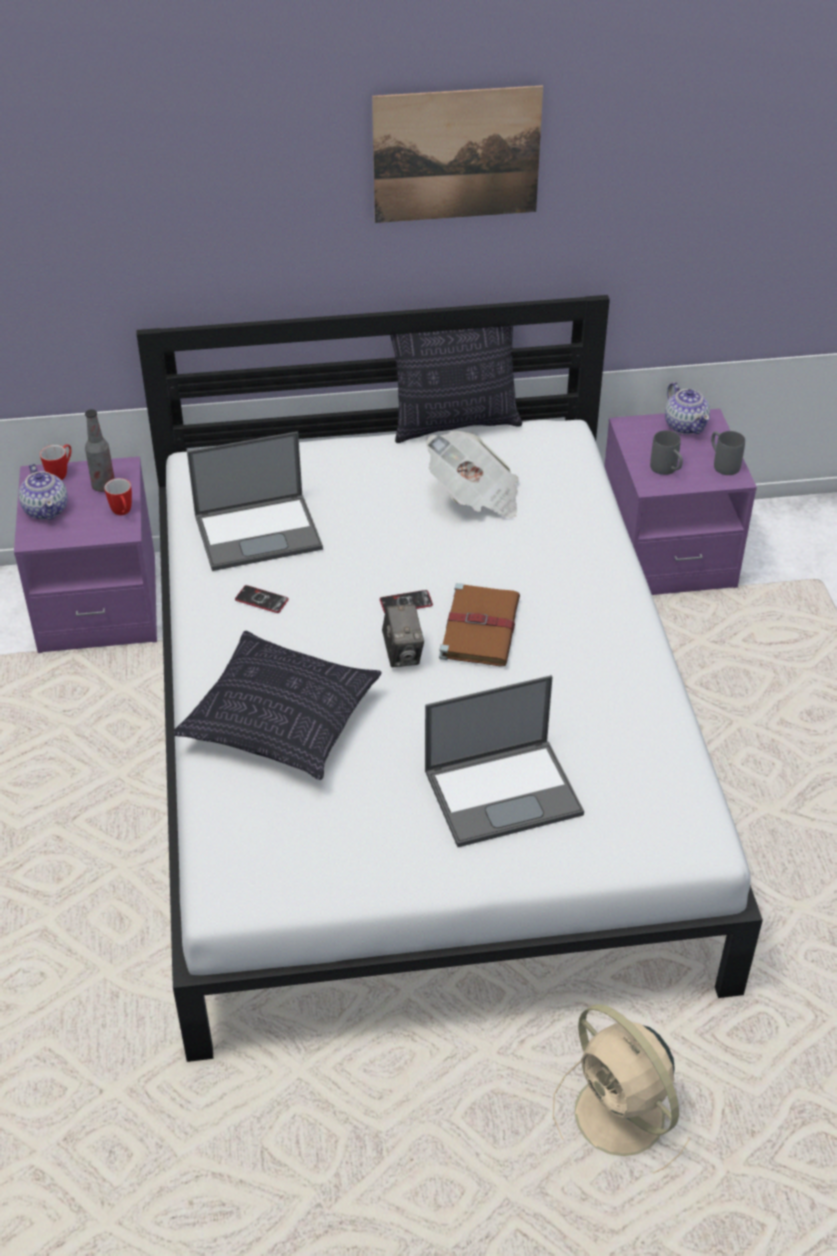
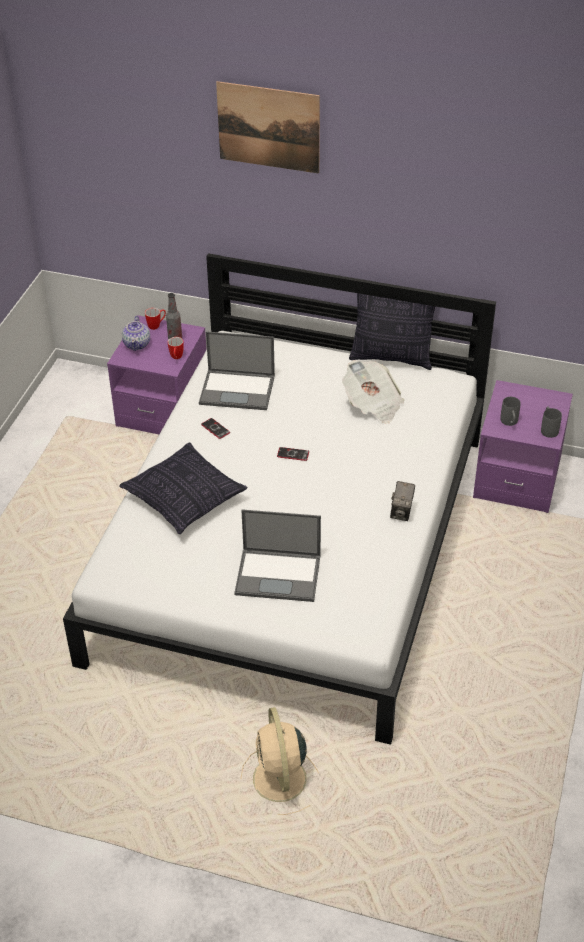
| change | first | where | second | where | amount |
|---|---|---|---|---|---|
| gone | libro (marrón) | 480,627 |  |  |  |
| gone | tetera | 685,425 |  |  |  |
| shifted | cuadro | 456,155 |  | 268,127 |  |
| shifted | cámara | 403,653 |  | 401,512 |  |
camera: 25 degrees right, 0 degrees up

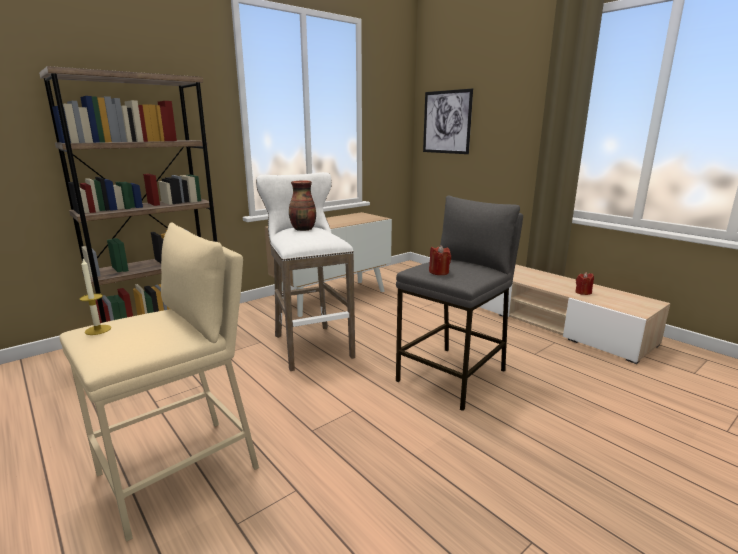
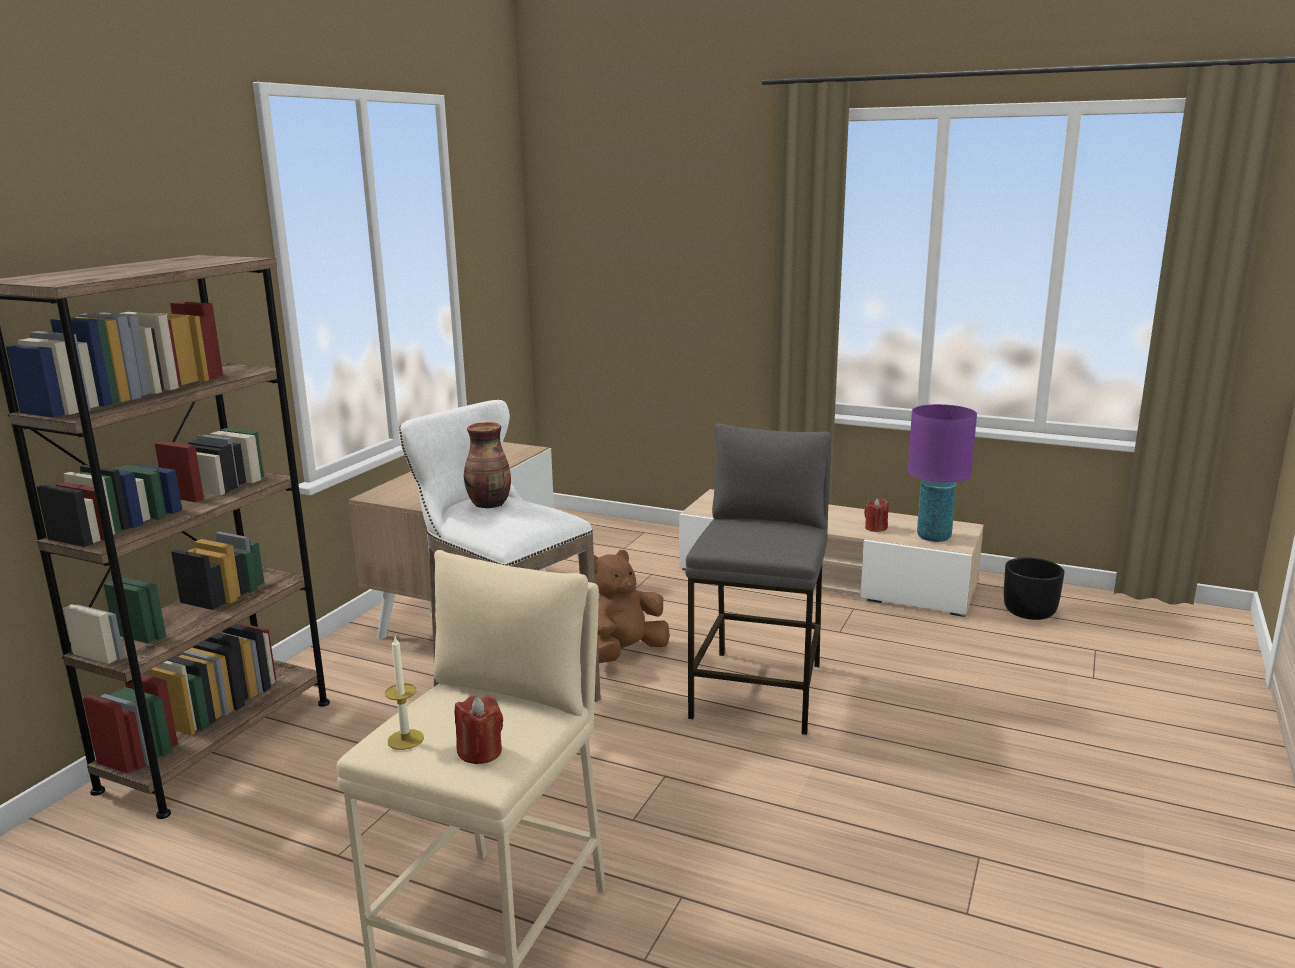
| change | first | where | second | where | amount |
|---|---|---|---|---|---|
| gone | cuadro | 446,122 |  |  |  |
| new |  |  | peluche (marrón) | 625,653 |  |
| new |  |  | lámpara de mesa (morado) | 934,537 |  |
| new |  |  | maceta (negro) | 1030,612 |  |
| shifted | vela (rojo) | 439,272 |  | 480,752 |  |
camera: 25 degrees left, 0 degrees up

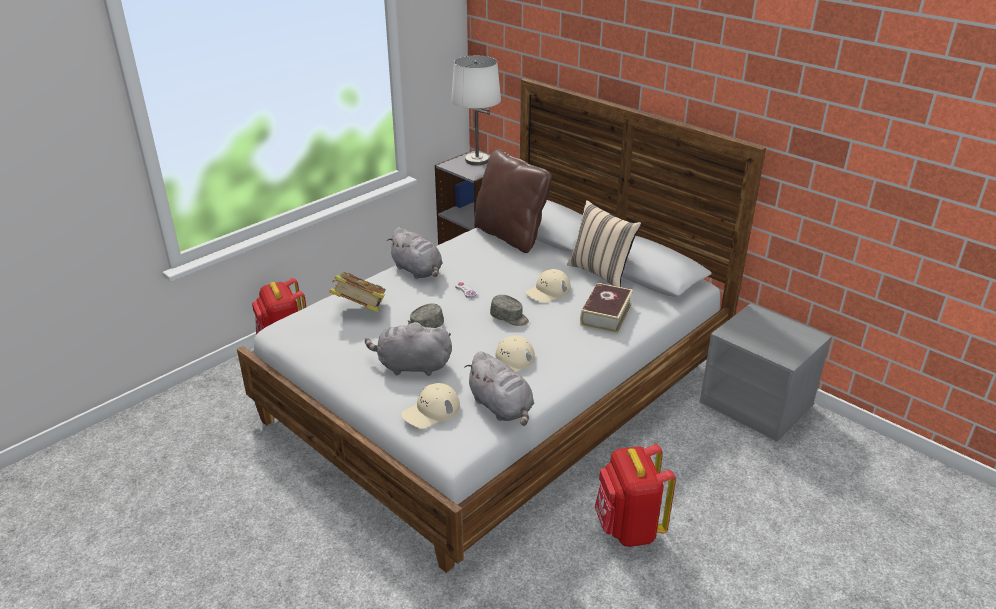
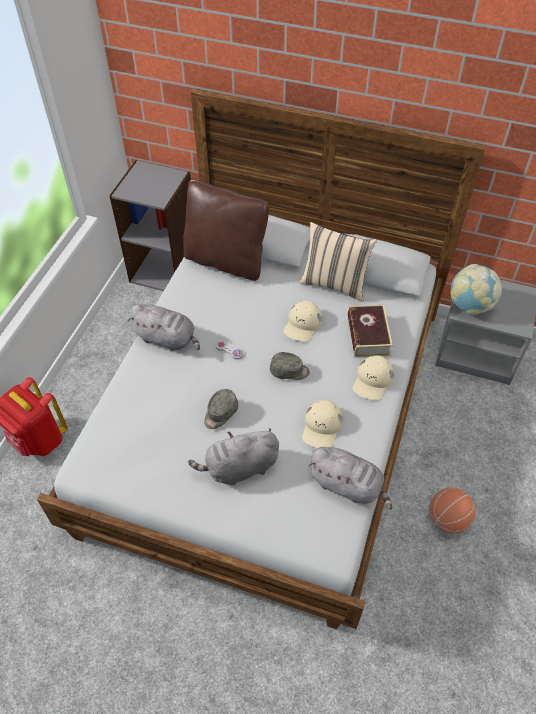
| change | first | where | second | where | amount |
|---|---|---|---|---|---|
| gone | libro | 360,309 |  |  |  |
| gone | lámpara de mesa (blanco) | 476,160 |  |  |  |
| new |  |  | globo terráqueo | 469,305 |  |
| shifted | gorra (beis) | 431,411 |  | 372,380 |  |
| swapped | mochila (rojo) | 628,528 | balón de baloncesto | 447,519 |  |
camera: 25 degrees left, 20 degrees up

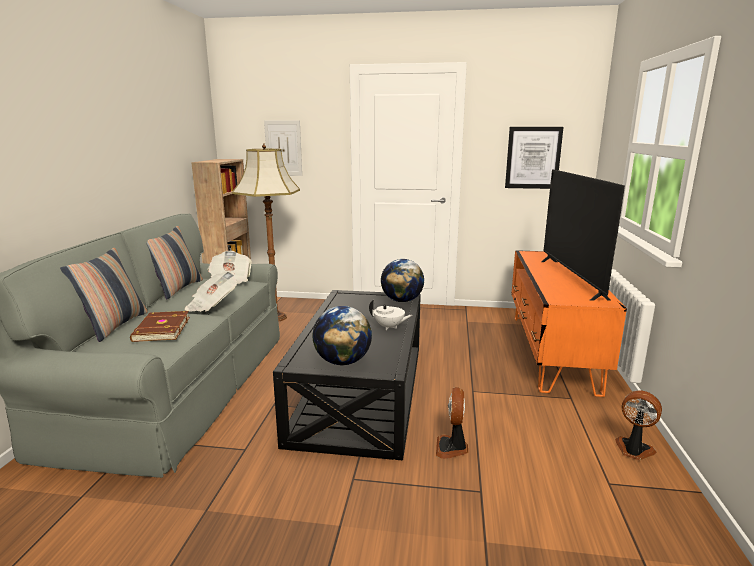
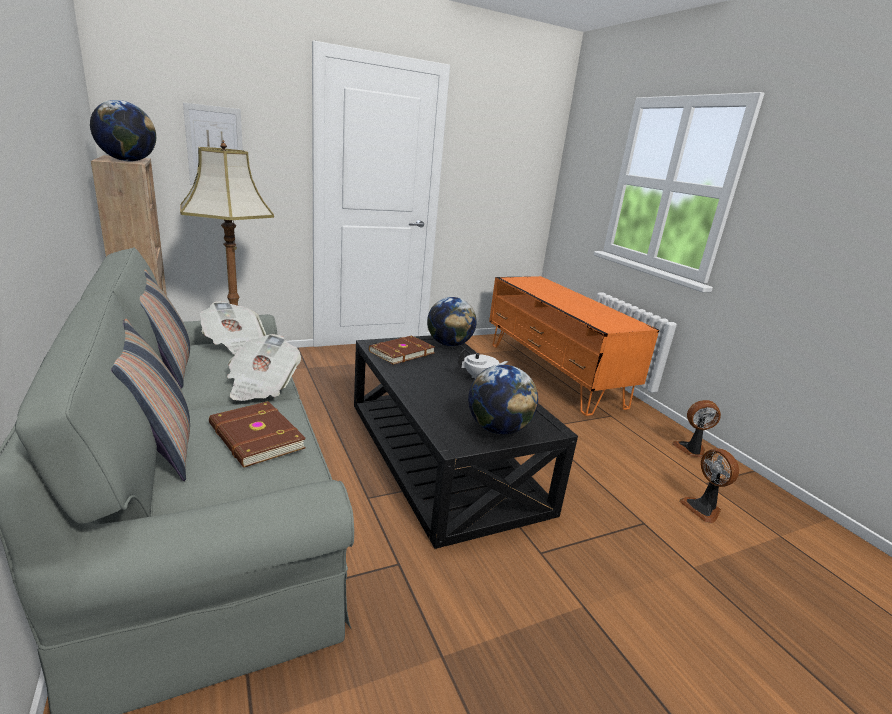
| change | first | where | second | where | amount |
|---|---|---|---|---|---|
| gone | cuadro | 533,158 |  |  |  |
| gone | televisor | 571,278 |  |  |  |
| new |  |  | globo terráqueo | 128,161 |  |
| new |  |  | libro (marrón) | 401,352 |  |
| shifted | ventilador | 452,448 |  | 703,509 |  |
camera: 35 degrees left, 5 degrees up

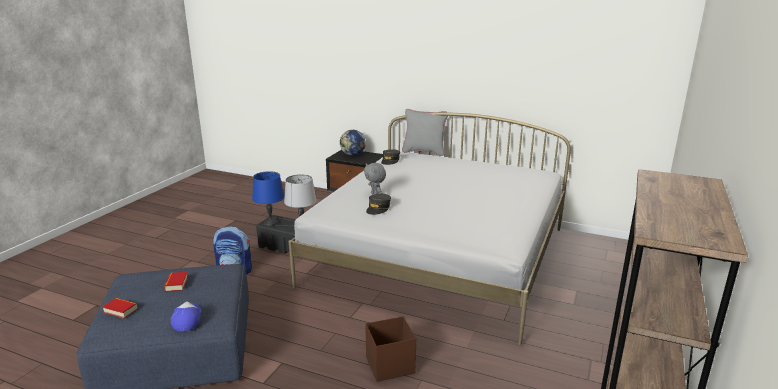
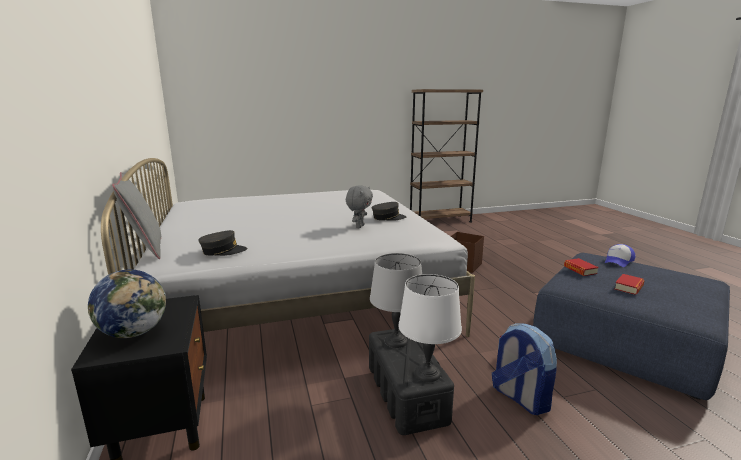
| change | first | where | second | where | amount |
|---|---|---|---|---|---|
| shifted | libro | 121,310 |  | 580,270 |  |
| repainted | lámpara de mesa (azul) | 270,223 | lámpara de mesa (blanco) | 427,373 |  |
camera: 130 degrees left, 5 degrees down

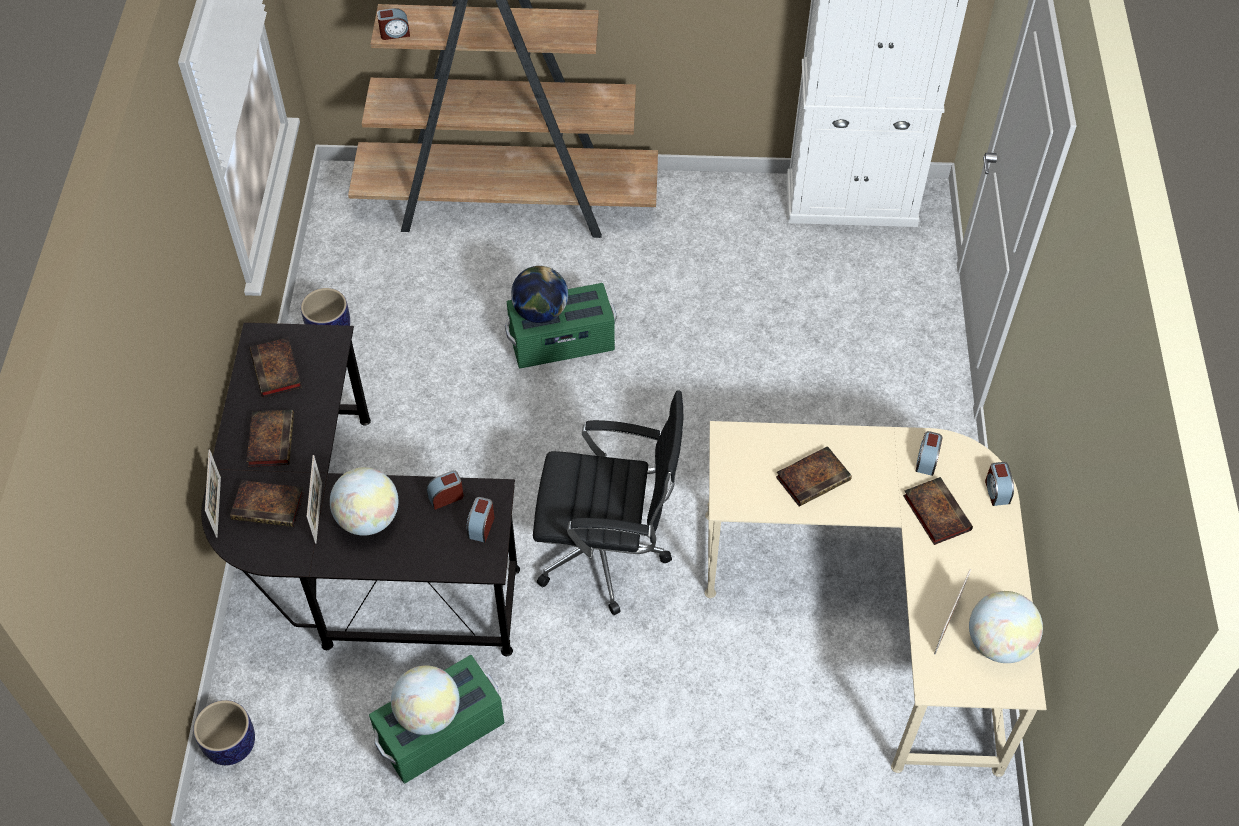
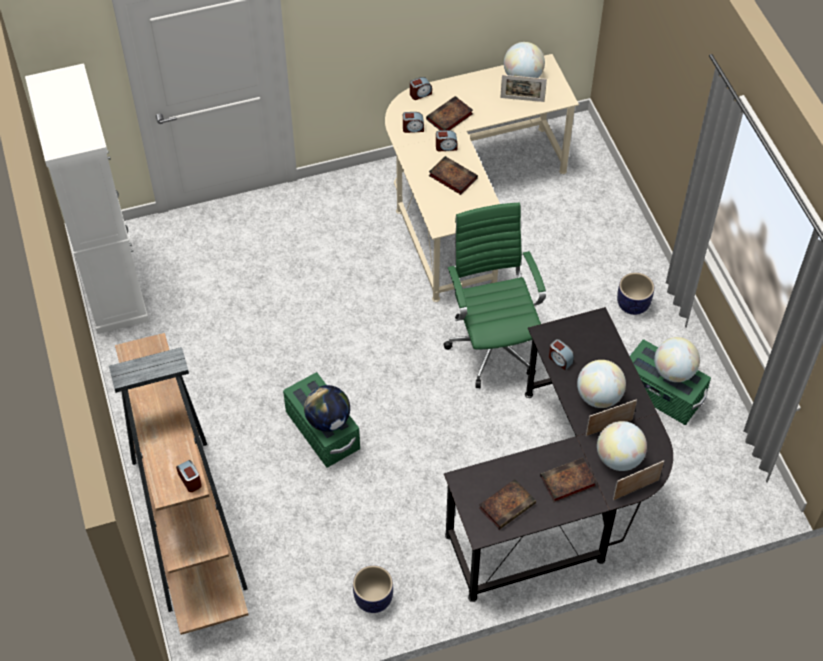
| change | first | where | second | where | amount |
|---|---|---|---|---|---|
| shifted | maceta | 230,745 |  | 633,305 |  |
| shifted | despertador | 481,526 |  | 446,146 |  |
| swapped | libro | 270,506 | globo terráqueo | 619,458 |  |
| repainted | silla de oficina (negro) | 608,555 | silla de oficina (verde) | 492,345 |  |
camera: 110 degrees left, 0 degrees up

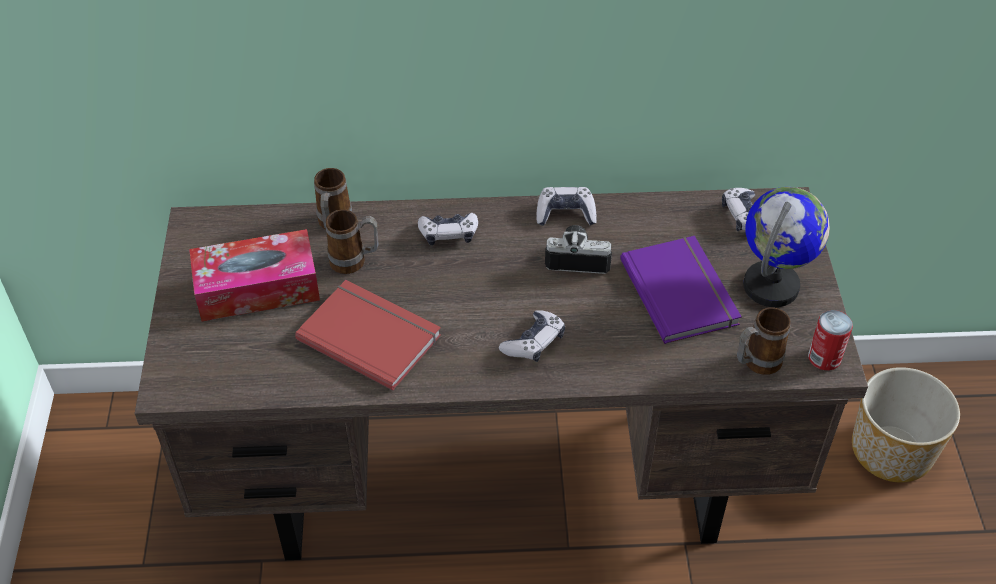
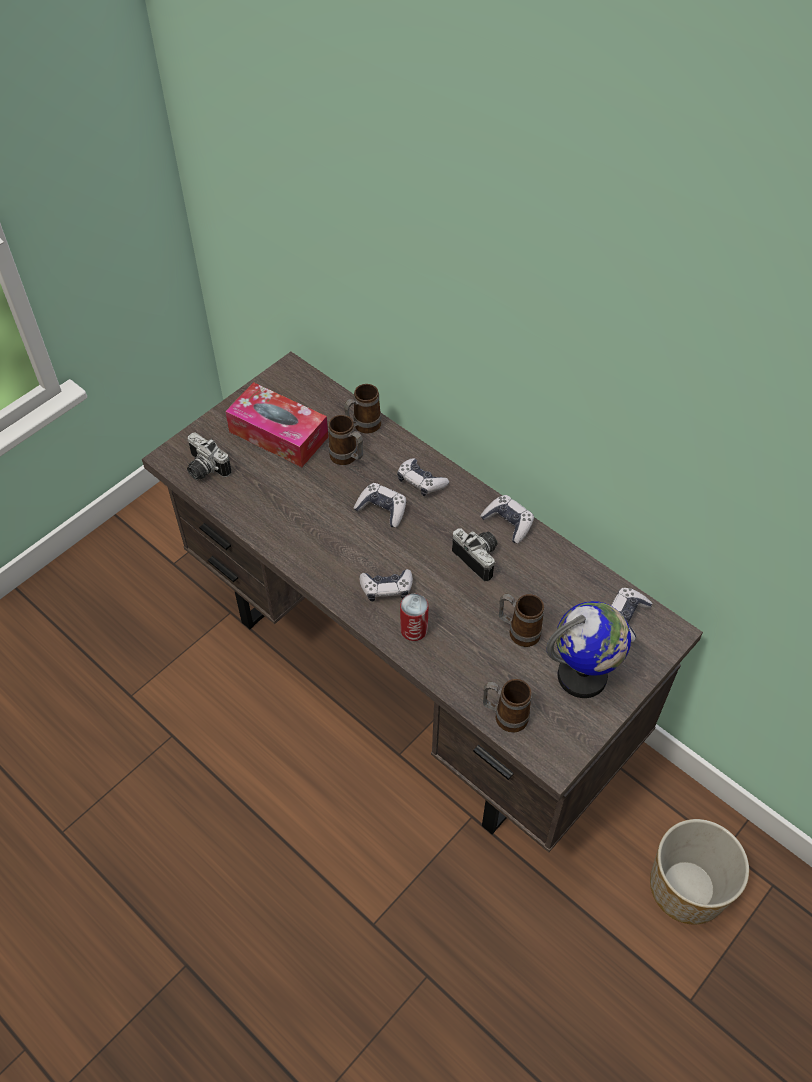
| change | first | where | second | where | amount |
|---|---|---|---|---|---|
| gone | libro (rojo) | 370,335 |  |  |  |
| new |  |  | cámara | 204,469 |  |
| new |  |  | mando de consola | 382,509 |  |
| shifted | lata | 824,358 |  | 414,629 |  |
| swapped | libro (morado) | 682,291 | taza grande | 518,631 |  |
camera: 45 degrees right, 5 degrees up

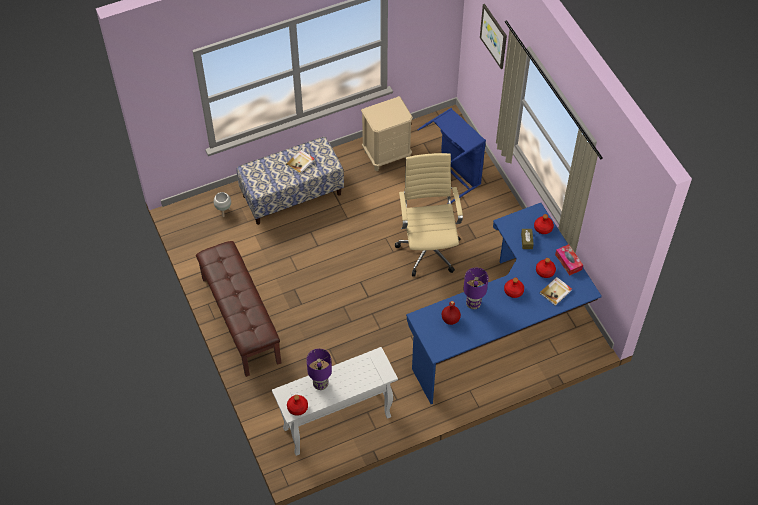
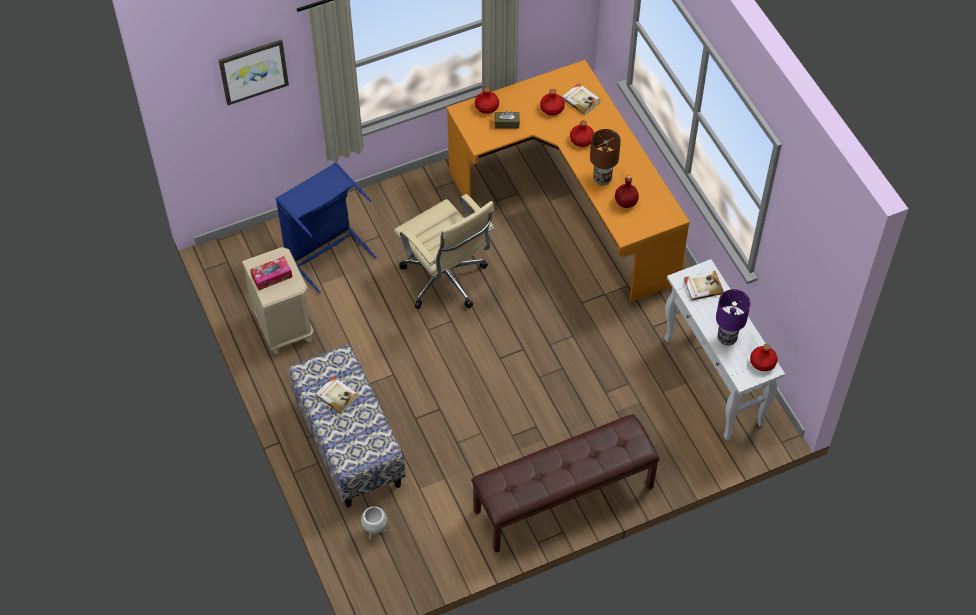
| change | first | where | second | where | amount |
|---|---|---|---|---|---|
| new |  |  | libro | 703,286 |  |
| shifted | caja de pañuelos | 568,262 |  | 272,276 |  |
| repainted | escritorio (azul) | 503,330 | escritorio (naranja) | 571,207 |  |
| repainted | lámpara de mesa (morado) | 473,304 | lámpara de mesa (marrón) | 602,179 |  |
| rotated | silla de oficina (beis) | 428,248 |  | 446,281 | 120 degrees counterclockwise |
camera: 90 degrees left, 0 degrees up

